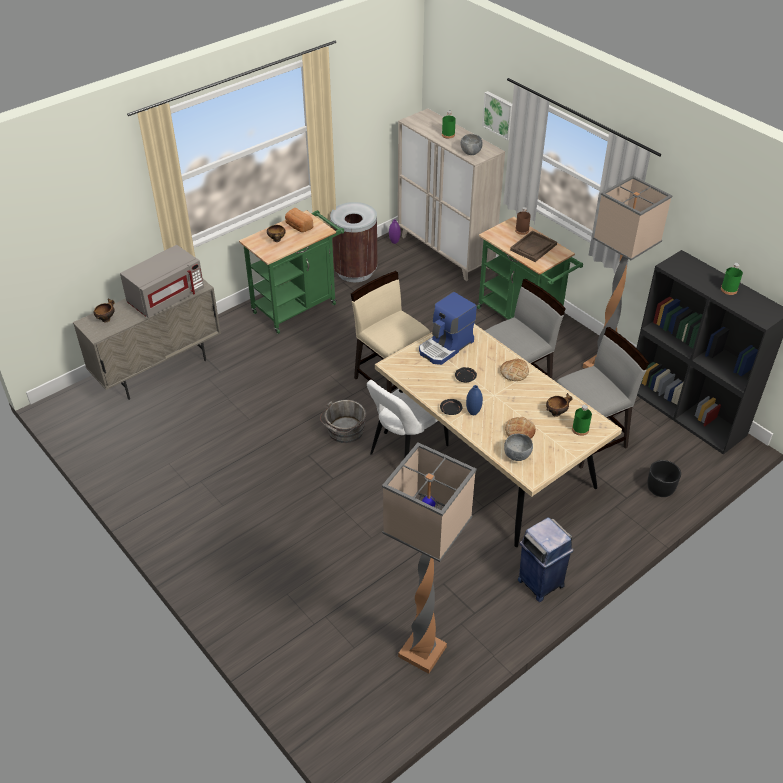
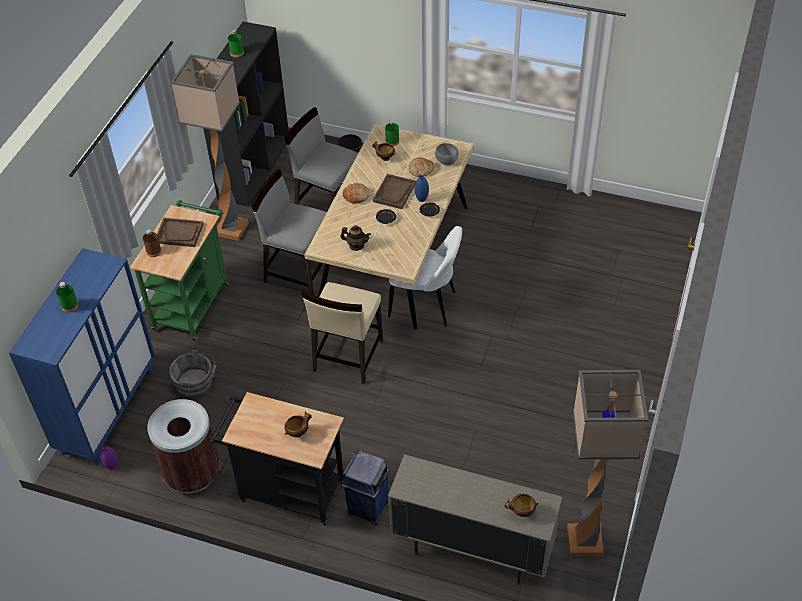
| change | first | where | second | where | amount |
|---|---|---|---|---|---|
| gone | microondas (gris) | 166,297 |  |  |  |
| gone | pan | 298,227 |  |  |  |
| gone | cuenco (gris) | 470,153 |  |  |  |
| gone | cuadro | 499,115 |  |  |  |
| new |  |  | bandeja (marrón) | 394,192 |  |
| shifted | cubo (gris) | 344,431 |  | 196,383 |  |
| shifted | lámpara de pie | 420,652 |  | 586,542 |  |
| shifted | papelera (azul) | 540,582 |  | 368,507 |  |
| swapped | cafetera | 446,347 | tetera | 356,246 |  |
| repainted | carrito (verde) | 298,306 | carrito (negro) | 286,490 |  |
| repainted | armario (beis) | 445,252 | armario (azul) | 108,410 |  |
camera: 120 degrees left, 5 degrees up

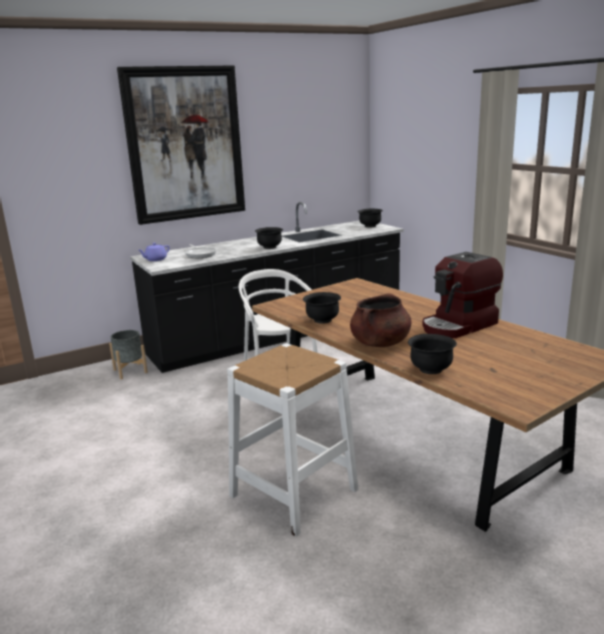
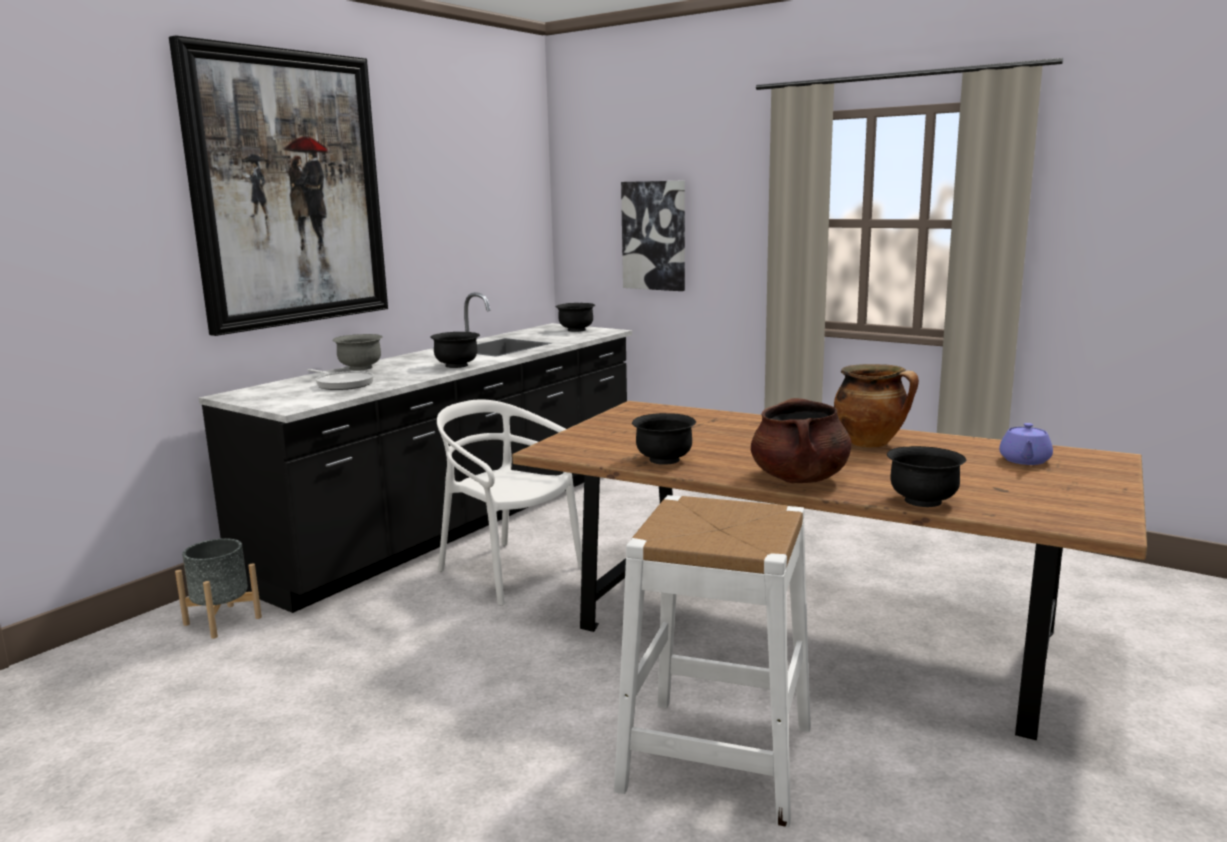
| change | first | where | second | where | amount |
|---|---|---|---|---|---|
| new |  |  | cuenco (gris) | 360,368 |  |
| new |  |  | cuadro | 654,235 |  |
| shifted | tetera (morado) | 155,259 |  | 1024,461 |  |
| swapped | cafetera | 459,326 | olla | 871,443 |  |
camera: 25 degrees left, 5 degrees down

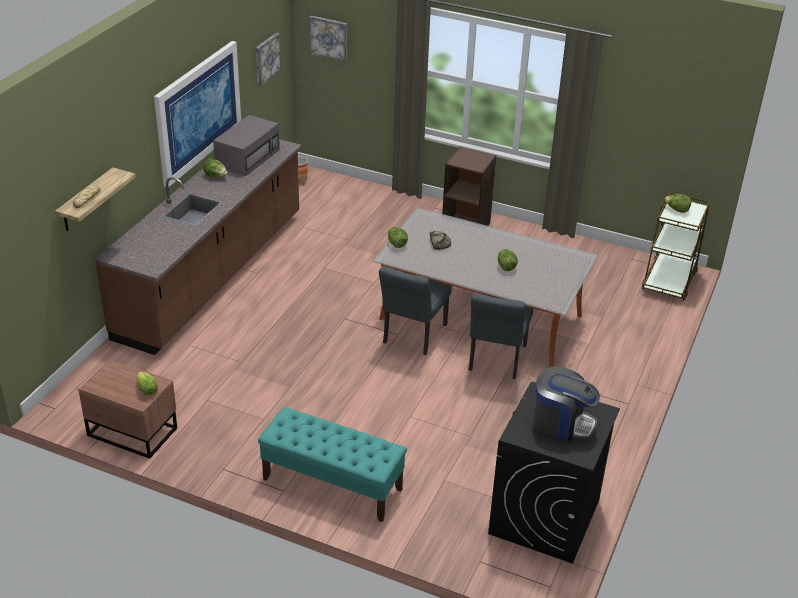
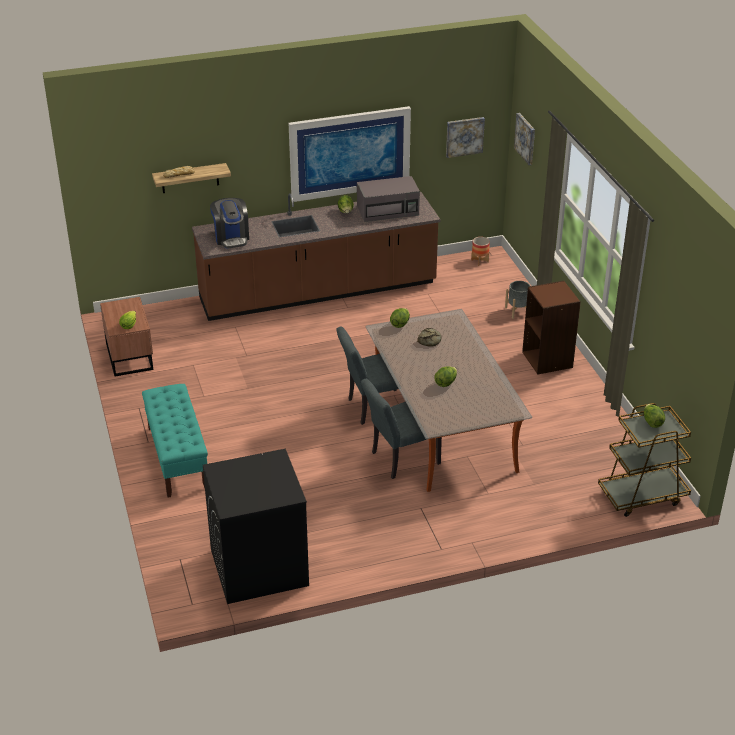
| change | first | where | second | where | amount |
|---|---|---|---|---|---|
| new |  |  | maceta (gris) | 518,311 |  |
| shifted | cafetera | 562,423 |  | 231,237 |  |
camera: 50 degrees right, 0 degrees up

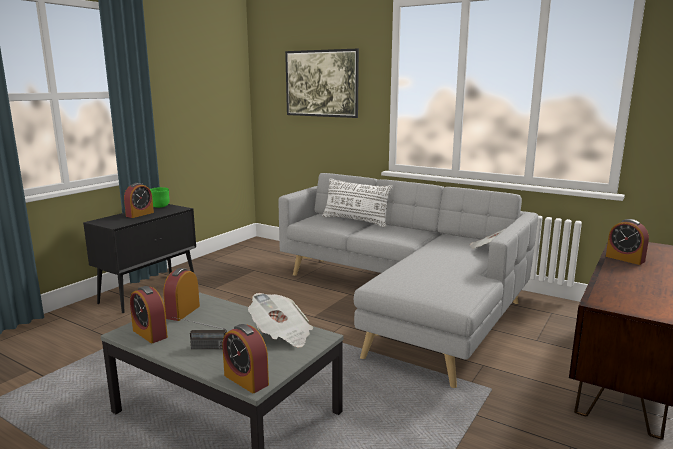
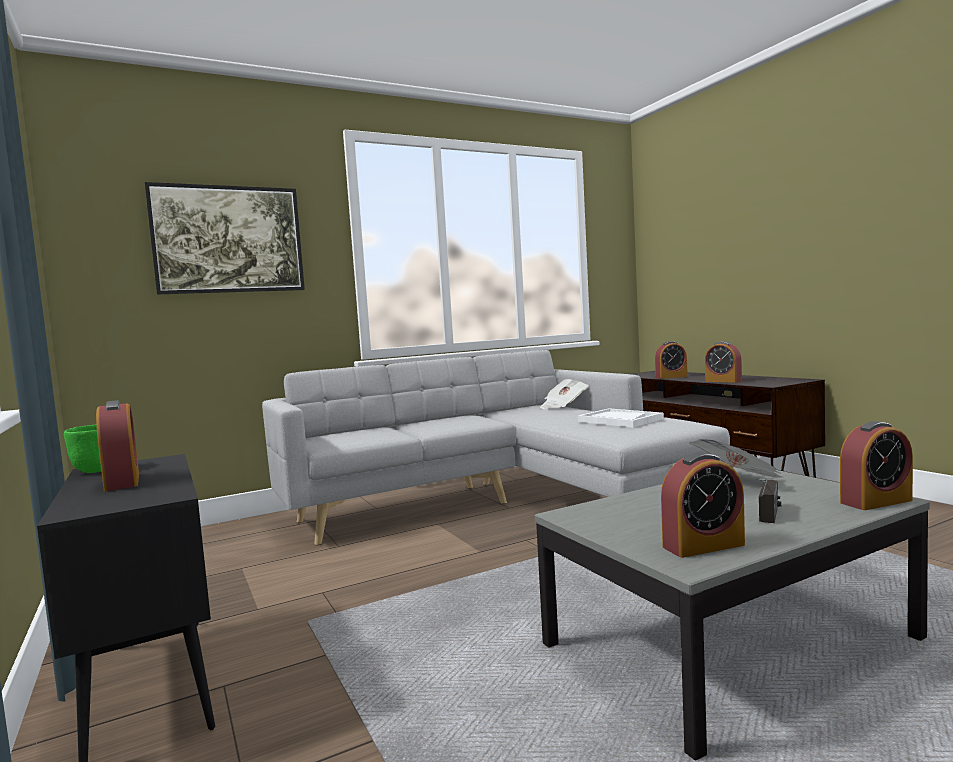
| change | first | where | second | where | amount |
|---|---|---|---|---|---|
| gone | cojín (blanco) | 355,221 |  |  |  |
| new |  |  | bandeja (blanco) | 620,420 |  |
| shifted | despertador | 183,312 |  | 723,381 |  |
camera: 60 degrees left, 10 degrees down

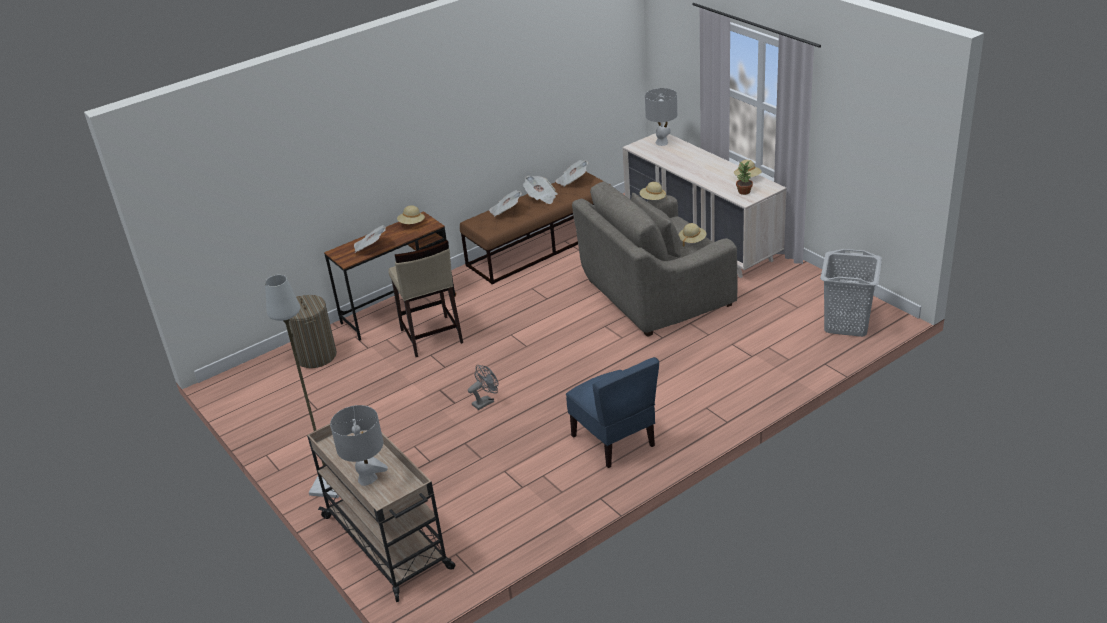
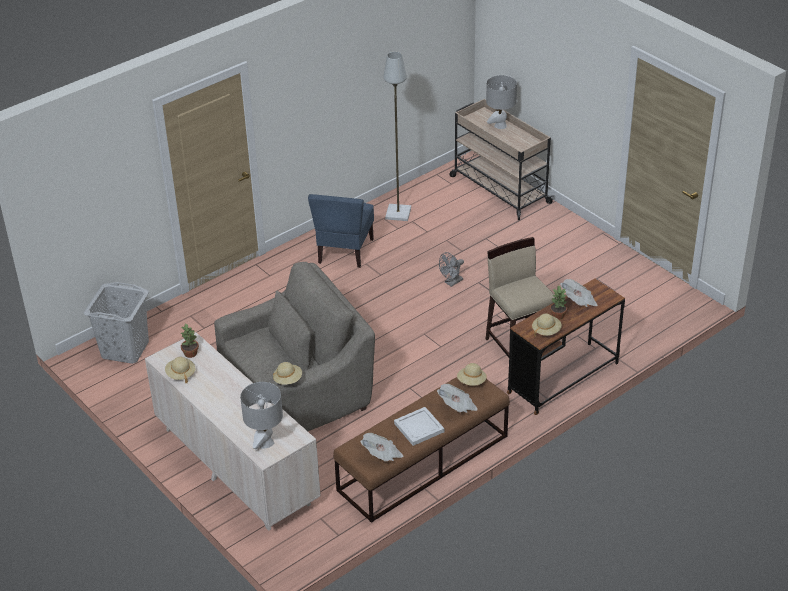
| change | first | where | second | where | amount |
|---|---|---|---|---|---|
| gone | cesto de la ropa | 316,356 |  |  |  |
| new |  |  | planta en maceta | 558,315 |  |
| shifted | lámpara de pie (gris) | 329,485 |  | 398,213 |  |
| shifted | sombrero (beis) | 692,240 |  | 471,381 |  |
| swapped | periódico | 541,197 | bandeja (blanco) | 418,427 |  |
| rotated | silla (azul) | 614,440 |  | 344,251 | 135 degrees counterclockwise |
camera: 175 degrees right, 5 degrees up

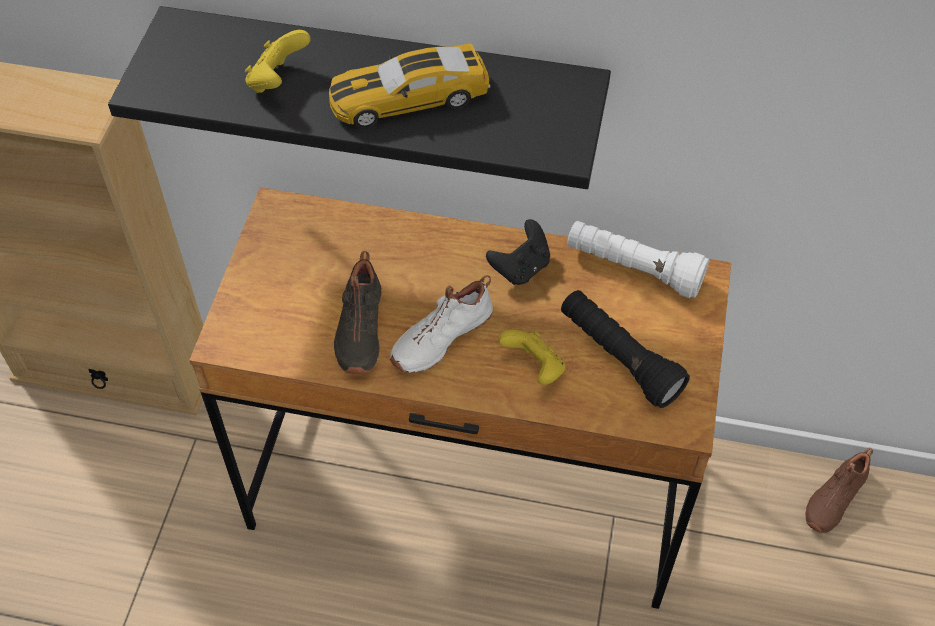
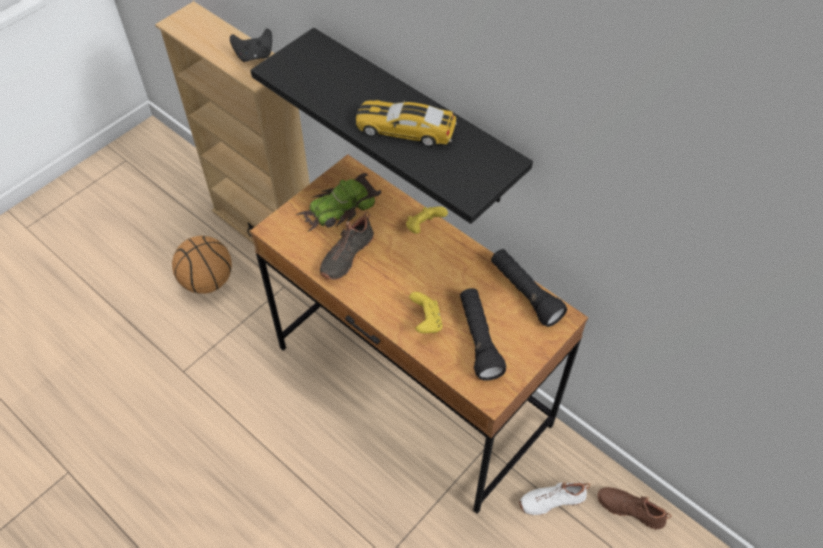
| change | first | where | second | where | amount |
|---|---|---|---|---|---|
| new |  |  | balón de baloncesto | 207,281 |  |
| new |  |  | coche de juguete | 340,209 |  |
| shifted | mando de consola (amarillo) | 278,81 |  | 424,227 |  |
| shifted | zapato (blanco) | 440,336 |  | 551,499 |  |
| shifted | mando de consola (negro) | 521,268 |  | 254,56 |  |
| repainted | linterna (blanco) | 633,269 | linterna (negro) | 524,293 |  |
| rotated | zapato (marrón) | 833,497 |  | 630,508 | 45 degrees clockwise |
camera: 30 degrees right, 0 degrees up

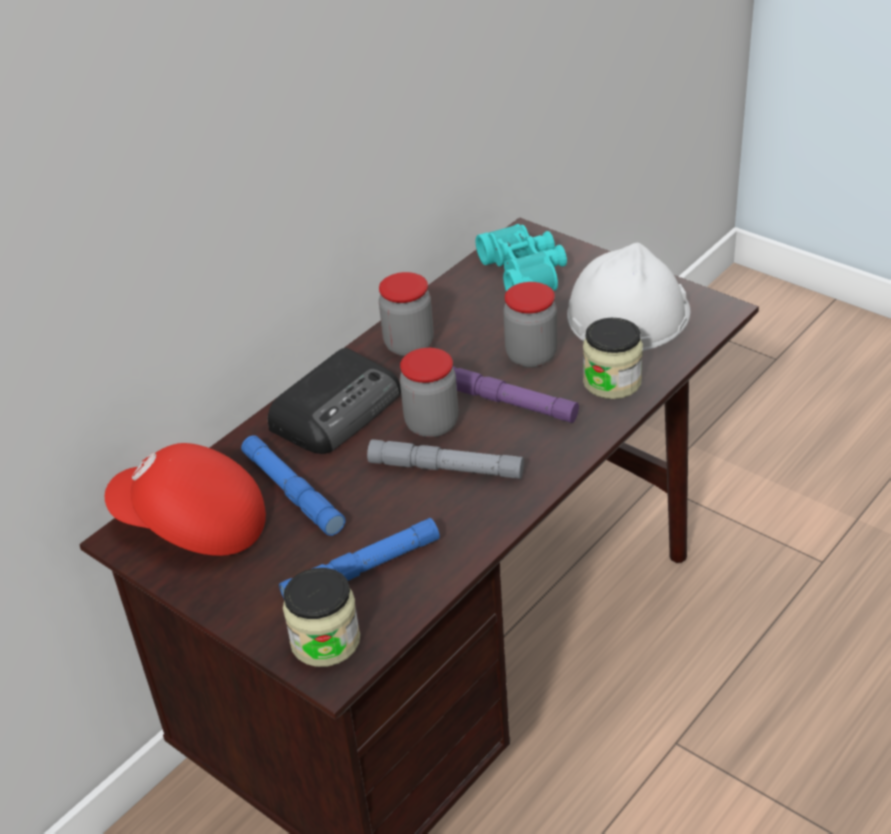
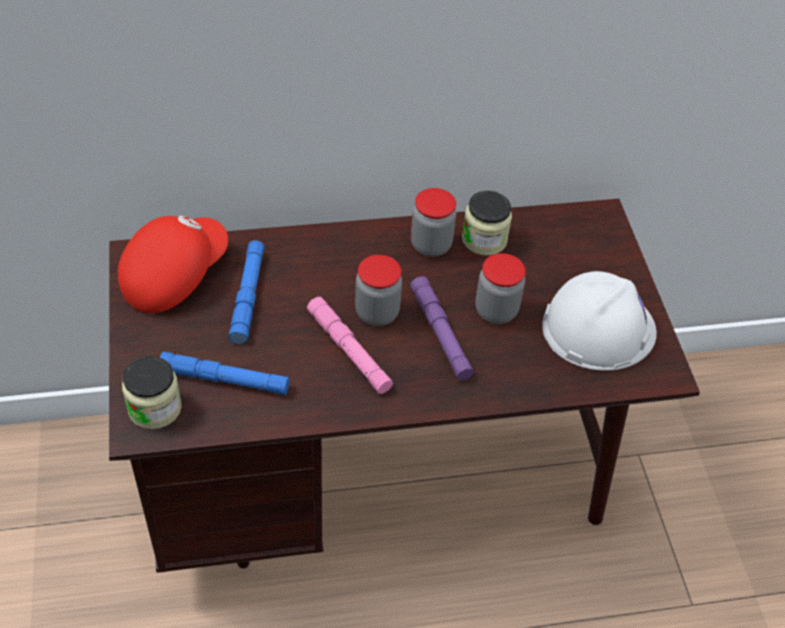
| change | first | where | second | where | amount |
|---|---|---|---|---|---|
| gone | radio | 338,409 |  |  |  |
| gone | prismáticos (turquesa) | 526,272 |  |  |  |
| shifted | tarro | 612,382 |  | 484,239 |  |
| repainted | linterna (gris) | 446,468 | linterna (rosa) | 349,350 |  |
| rotated | gorra (rojo) | 192,525 |  | 173,275 | 75 degrees clockwise |
camera: 35 degrees right, 10 degrees up

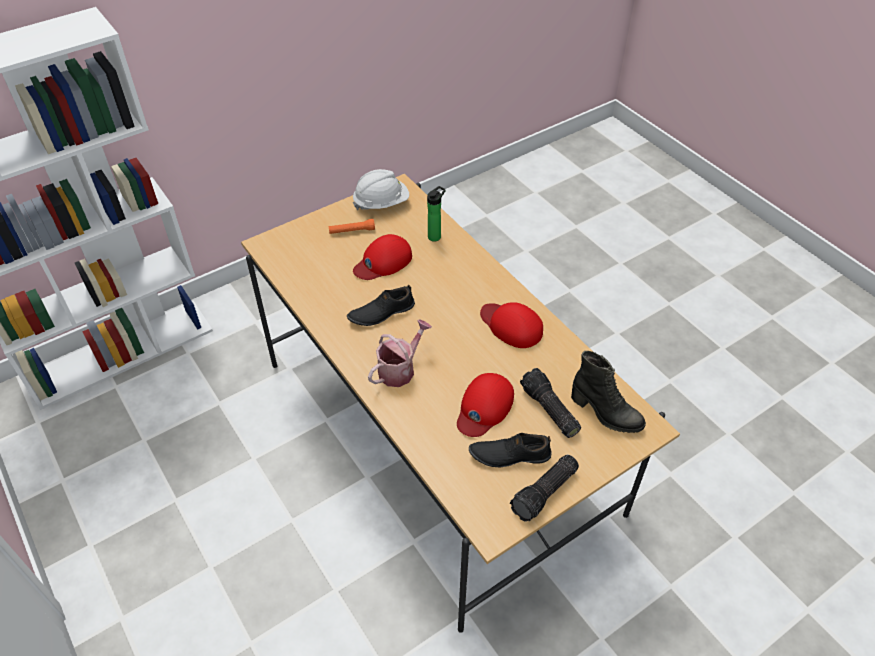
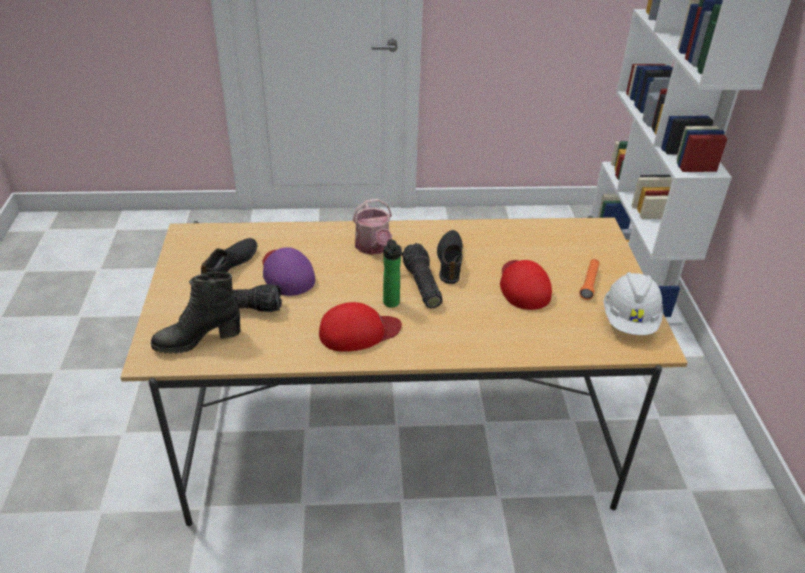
| change | first | where | second | where | amount |
|---|---|---|---|---|---|
| shifted | botella | 435,236 |  | 392,304 |  |
| shifted | linterna | 545,493 |  | 421,285 |  |
| repainted | gorra (rojo) | 484,407 | gorra (morado) | 286,274 |  |
camera: 120 degrees right, 10 degrees down

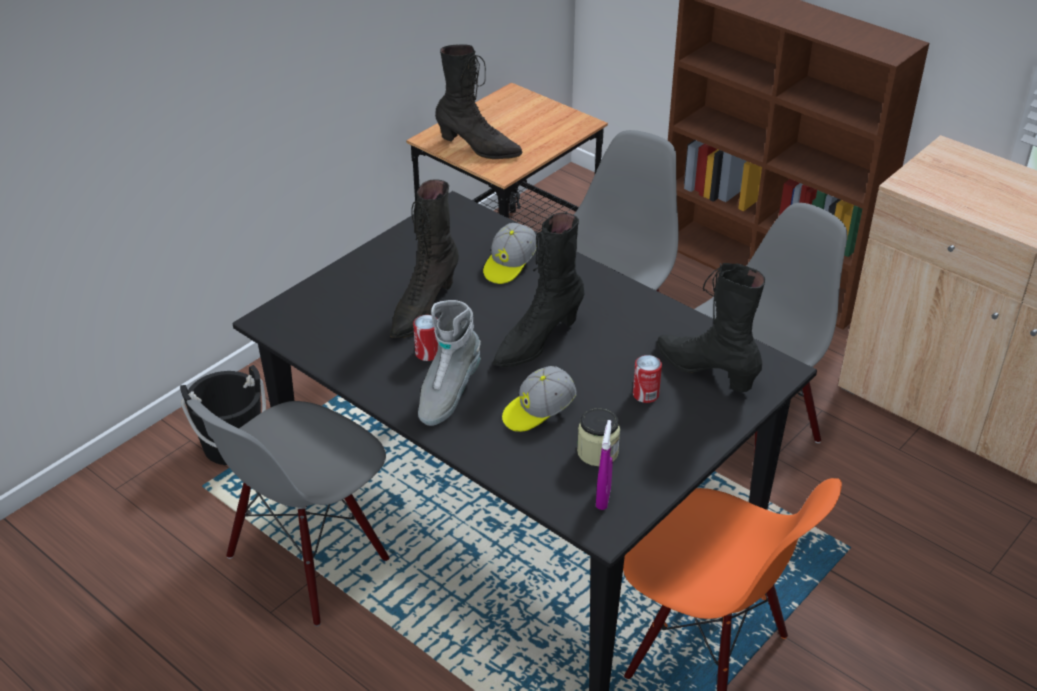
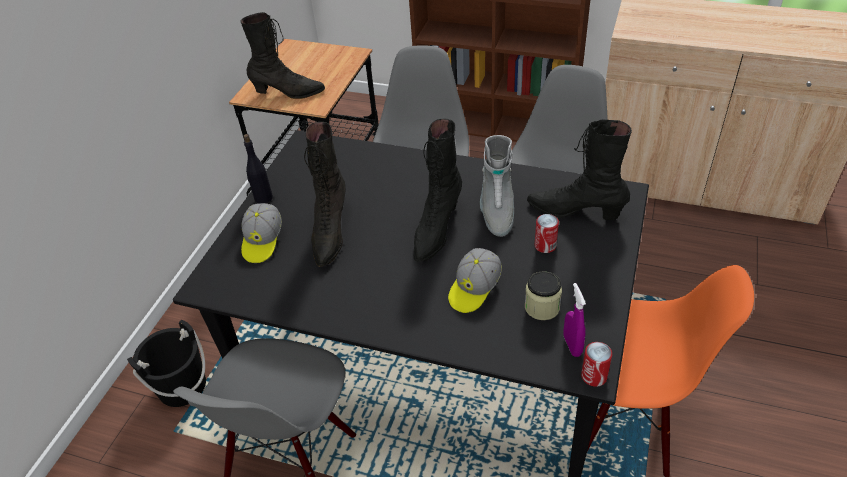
| change | first | where | second | where | amount |
|---|---|---|---|---|---|
| new |  |  | botella (negro) | 263,198 |  |
| shifted | lata | 427,353 |  | 594,376 |  |
| shifted | bota (gris) | 448,394 |  | 496,210 |  |
| shifted | gorra | 509,265 |  | 262,241 |  |
camera: 20 degrees left, 5 degrees up

